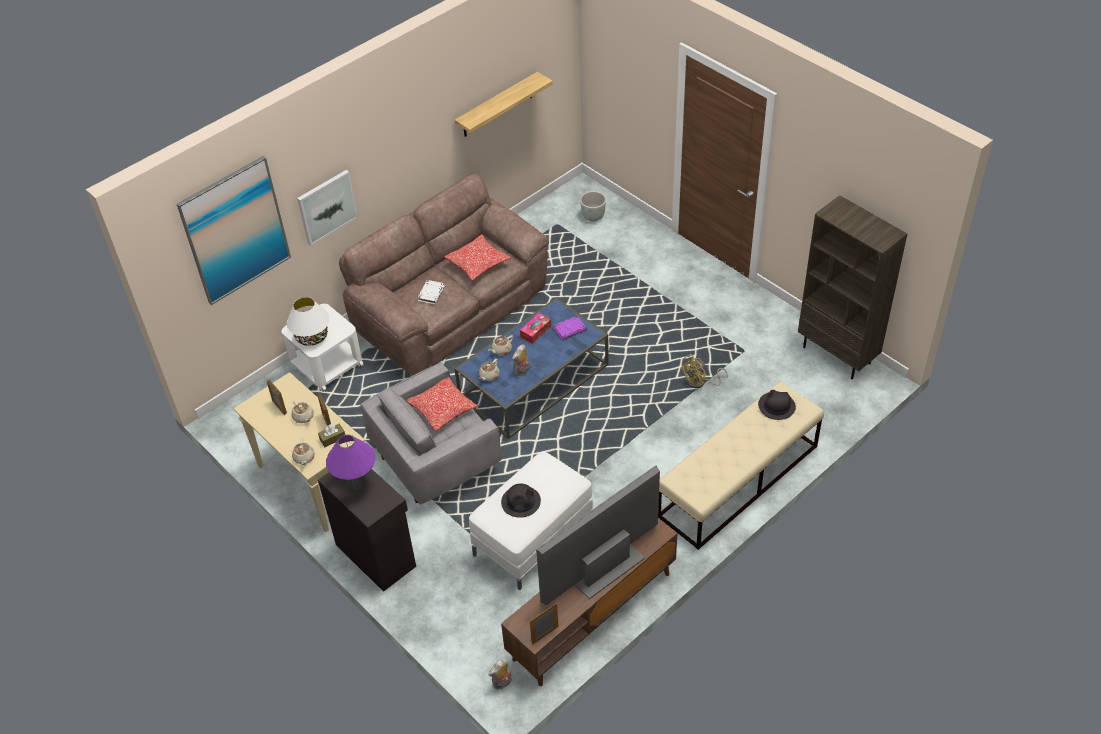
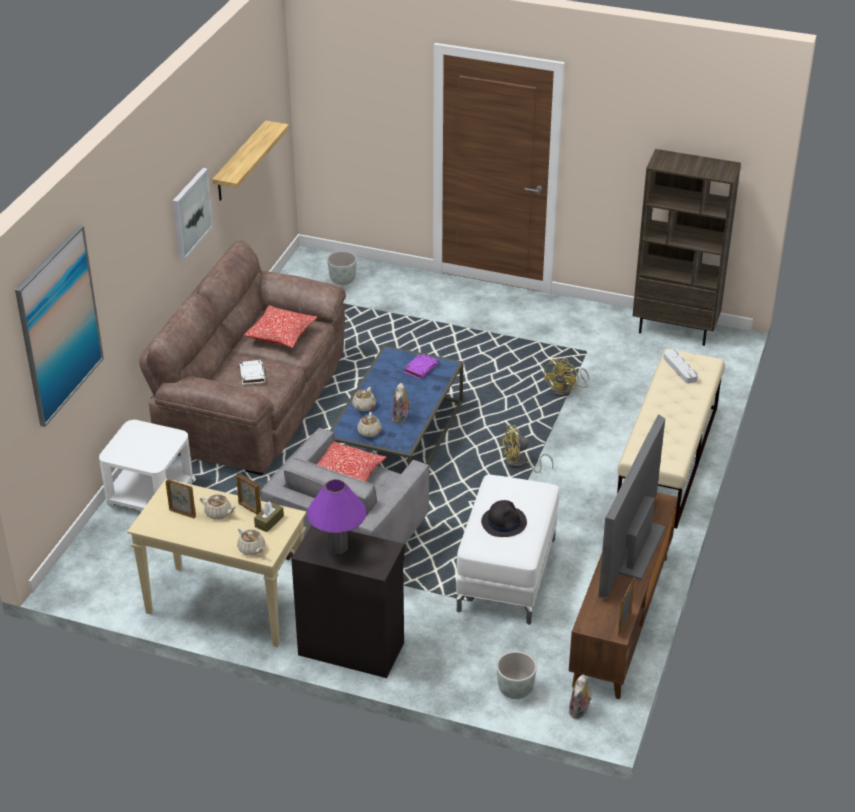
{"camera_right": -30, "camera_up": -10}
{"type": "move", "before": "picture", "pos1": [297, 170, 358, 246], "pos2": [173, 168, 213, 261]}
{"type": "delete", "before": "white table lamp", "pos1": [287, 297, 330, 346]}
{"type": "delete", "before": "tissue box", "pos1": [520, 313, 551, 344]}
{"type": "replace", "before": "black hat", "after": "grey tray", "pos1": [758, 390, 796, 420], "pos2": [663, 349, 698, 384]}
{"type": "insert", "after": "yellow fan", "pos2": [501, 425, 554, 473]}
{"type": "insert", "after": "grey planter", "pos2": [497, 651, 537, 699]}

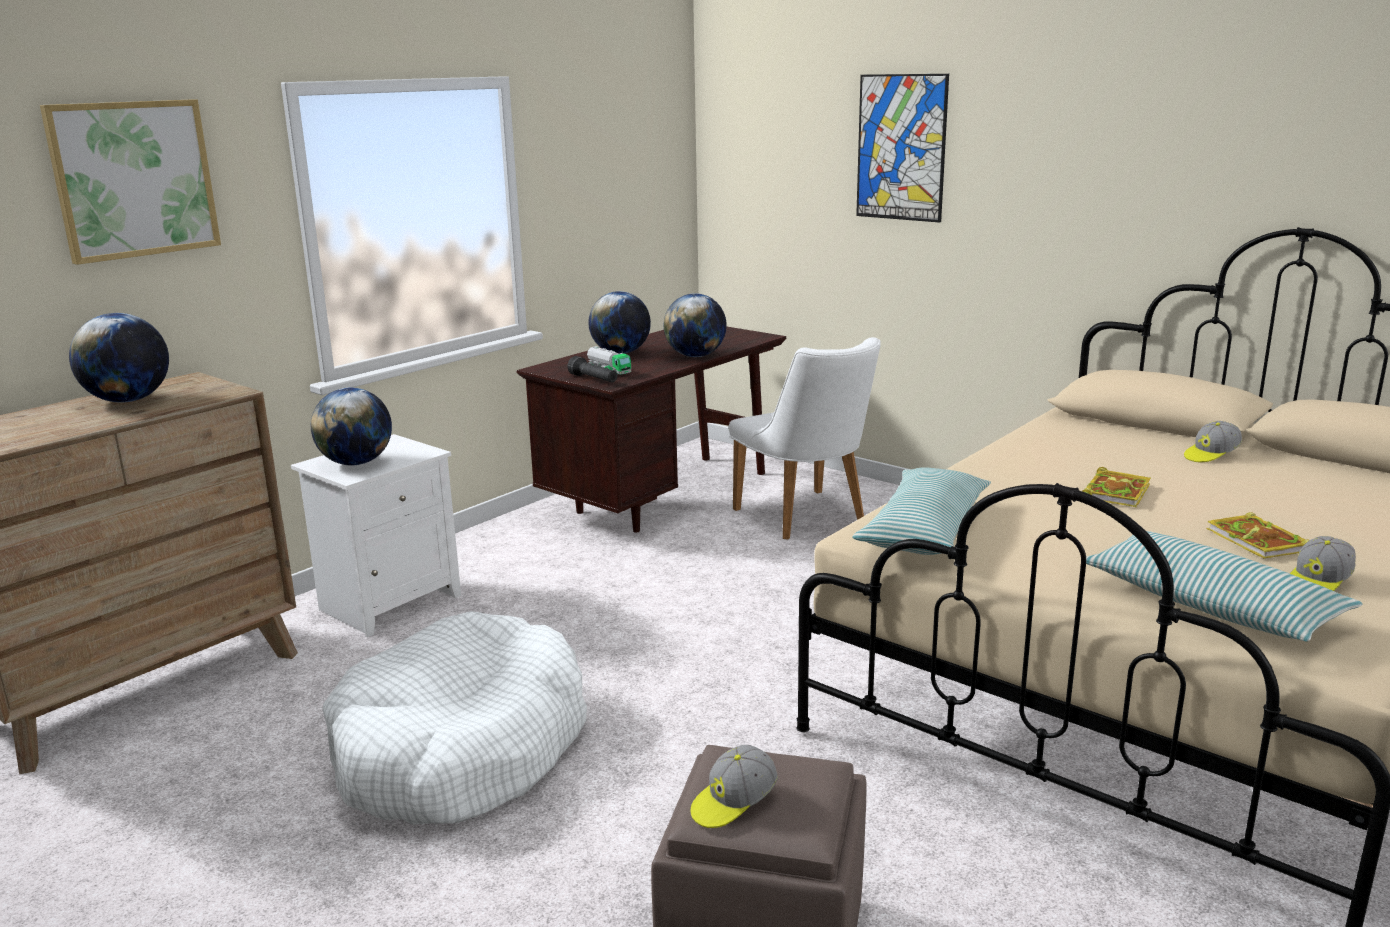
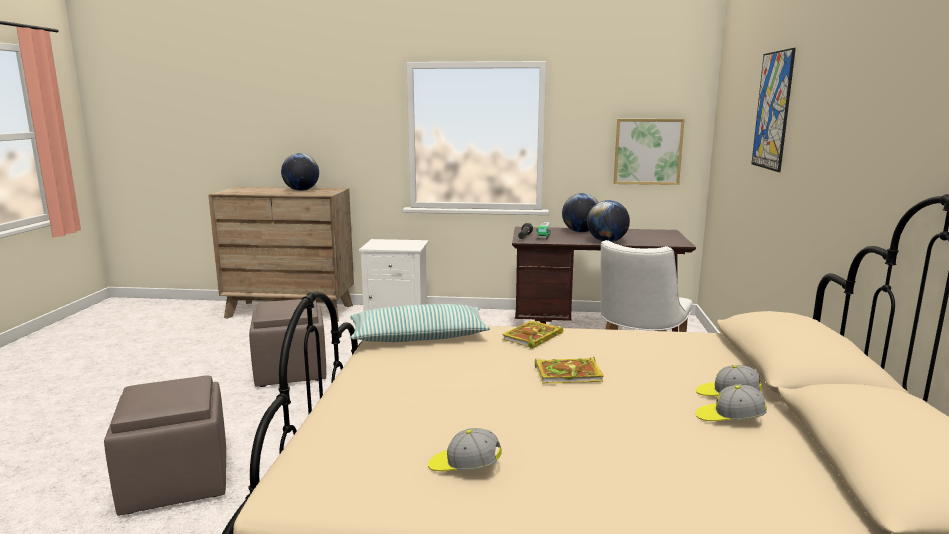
{"camera_right": 55, "camera_up": -5}
{"type": "move", "before": "picture", "pos1": [40, 99, 221, 265], "pos2": [614, 119, 685, 185]}
{"type": "delete", "before": "globe", "pos1": [311, 387, 392, 465]}
{"type": "move", "before": "book", "pos1": [1206, 512, 1309, 558], "pos2": [502, 320, 564, 349]}
{"type": "delete", "before": "pillow", "pos1": [1086, 531, 1362, 641]}
{"type": "replace", "before": "white dog bed", "after": "brown ottoman", "pos1": [323, 611, 587, 825], "pos2": [249, 299, 326, 387]}
{"type": "move", "before": "cap", "pos1": [691, 745, 778, 828], "pos2": [696, 385, 767, 421]}

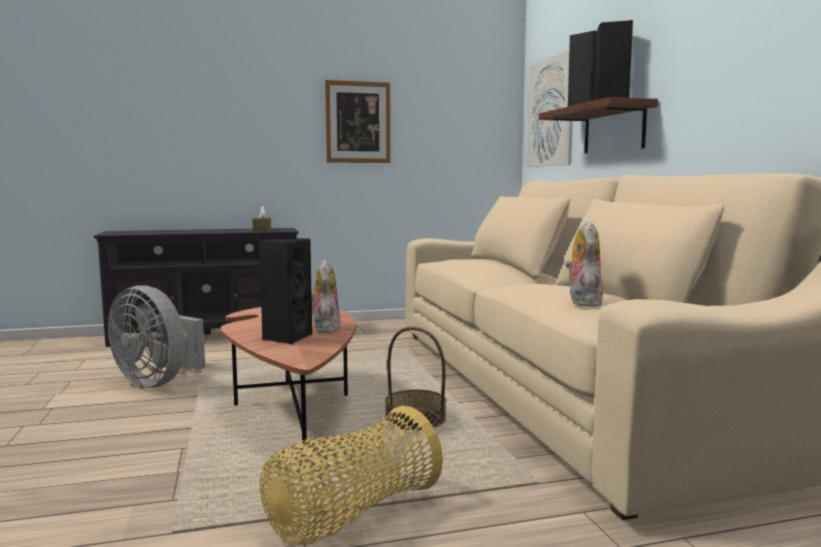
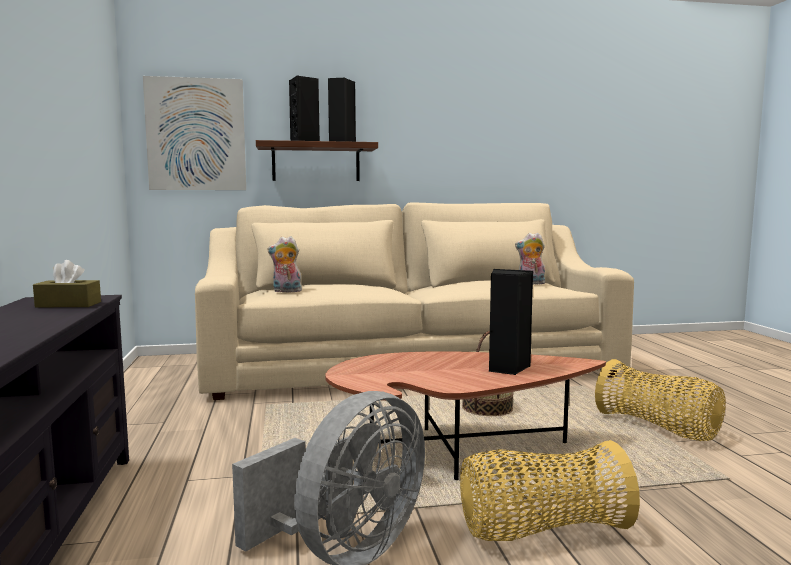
{"camera_right": -85, "camera_up": 0}
{"type": "delete", "before": "picture", "pos1": [325, 80, 390, 163]}
{"type": "move", "before": "plush toy", "pos1": [311, 260, 340, 332], "pos2": [267, 236, 302, 292]}
{"type": "insert", "after": "basket", "pos2": [460, 440, 640, 541]}

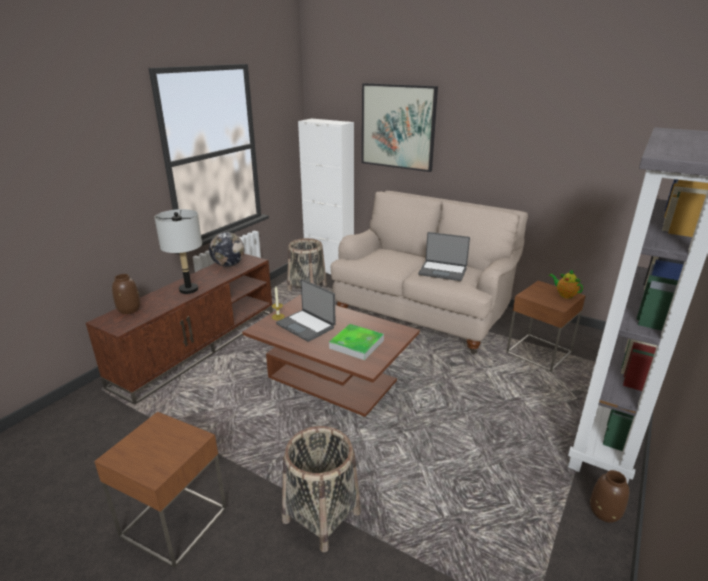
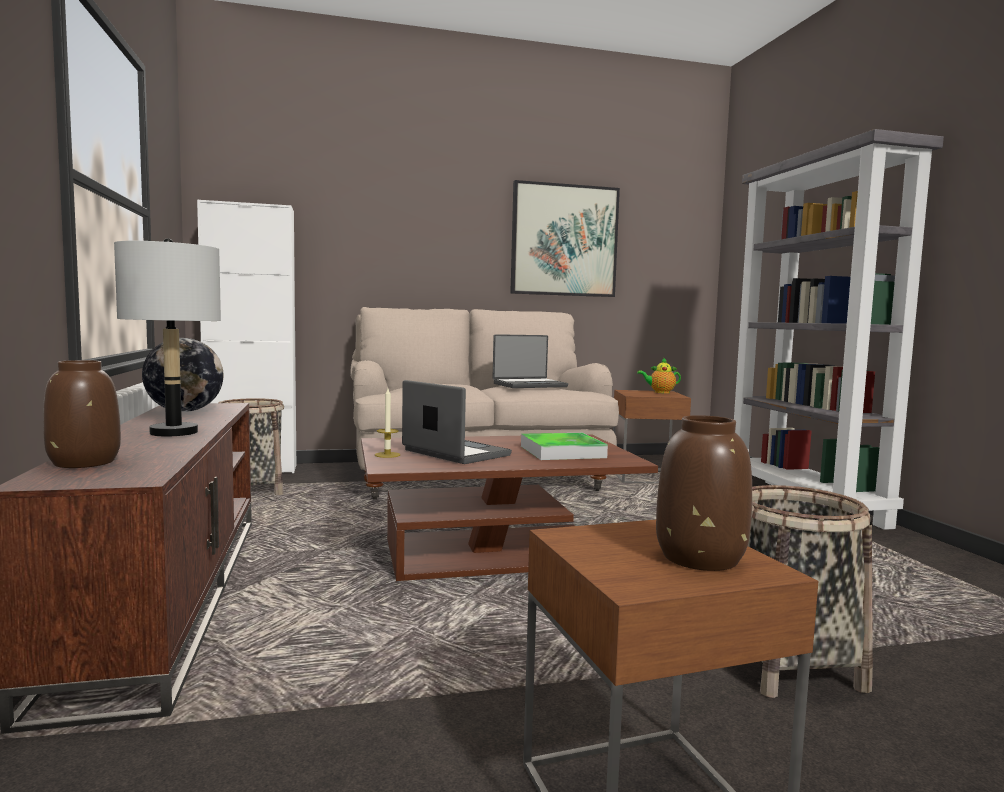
{"camera_right": -45, "camera_up": -20}
{"type": "move", "before": "picture", "pos1": [362, 83, 438, 172], "pos2": [510, 180, 620, 297]}
{"type": "rotate", "before": "laptop", "pos1": [276, 279, 336, 342], "pos2": [402, 380, 512, 464], "turn": -135}
{"type": "move", "before": "brown vase", "pos1": [590, 470, 629, 523], "pos2": [656, 415, 752, 571]}

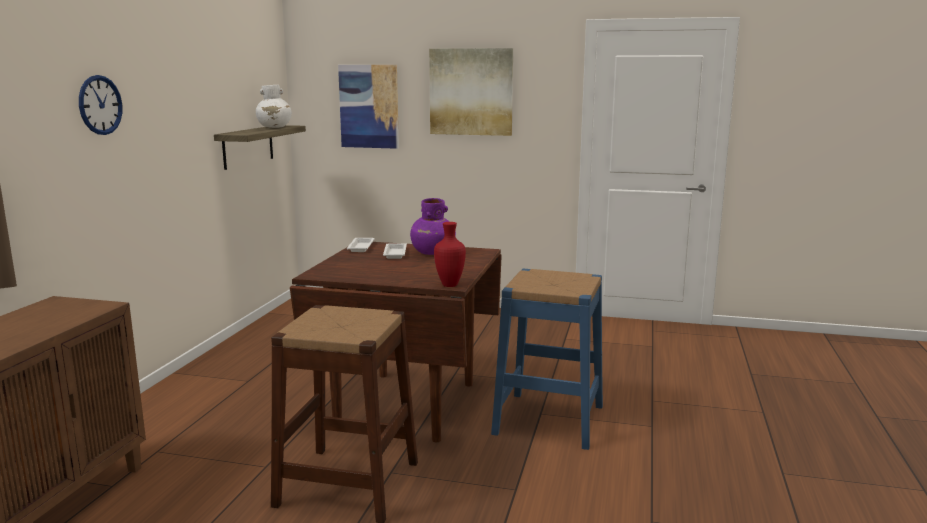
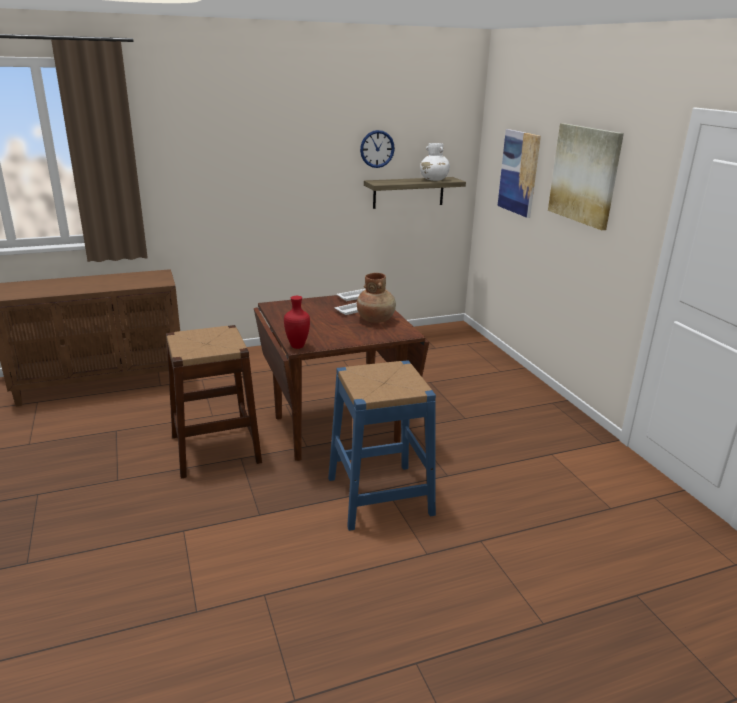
{"camera_right": 55, "camera_up": 10}
{"type": "move", "before": "wall clock", "pos1": [79, 75, 122, 135], "pos2": [360, 130, 395, 168]}
{"type": "recolor", "before": "purple vase", "after": "brown vase", "pos1": [410, 198, 456, 255], "pos2": [357, 273, 396, 323]}

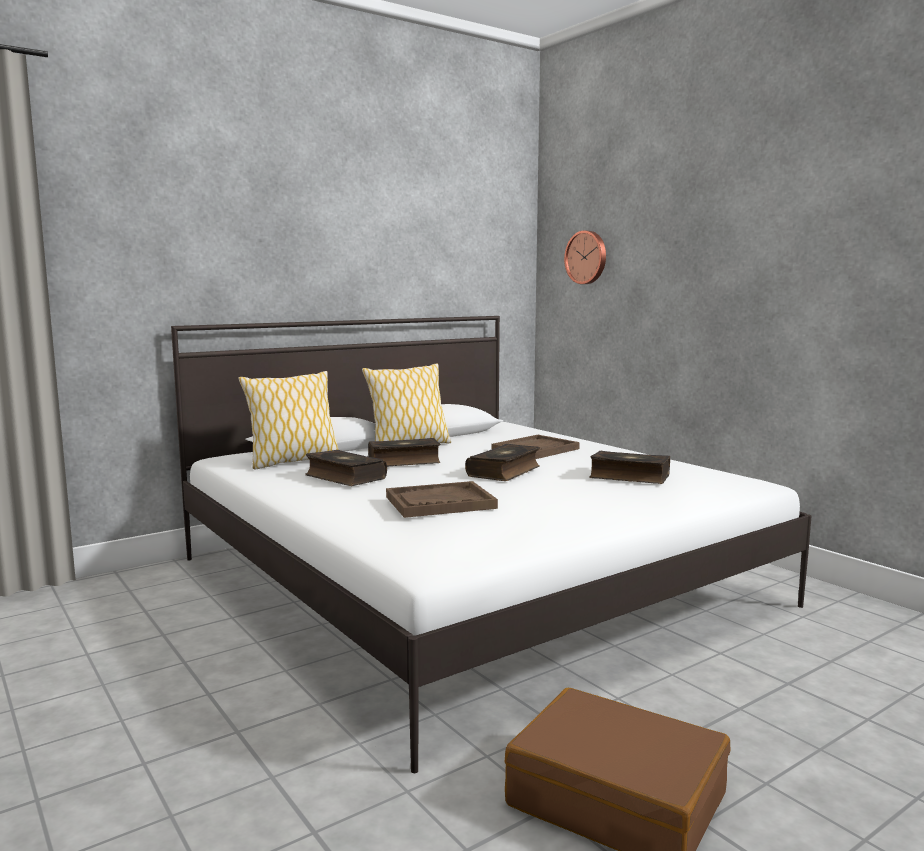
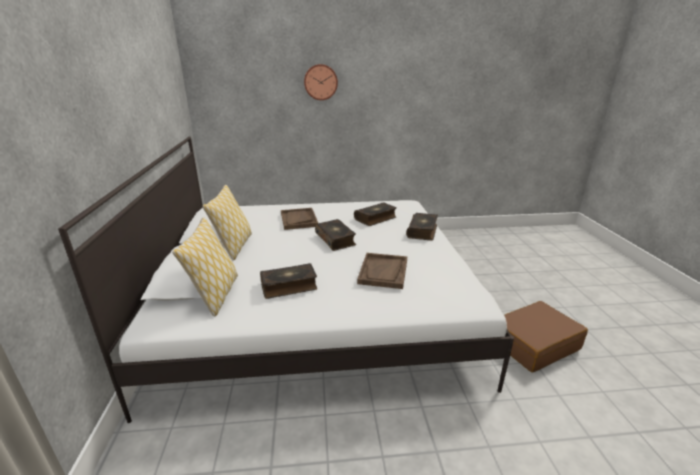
{"camera_right": -60, "camera_up": 15}
{"type": "move", "before": "wall clock", "pos1": [564, 231, 606, 284], "pos2": [304, 64, 338, 100]}
{"type": "move", "before": "book", "pos1": [368, 438, 441, 467], "pos2": [406, 213, 438, 241]}

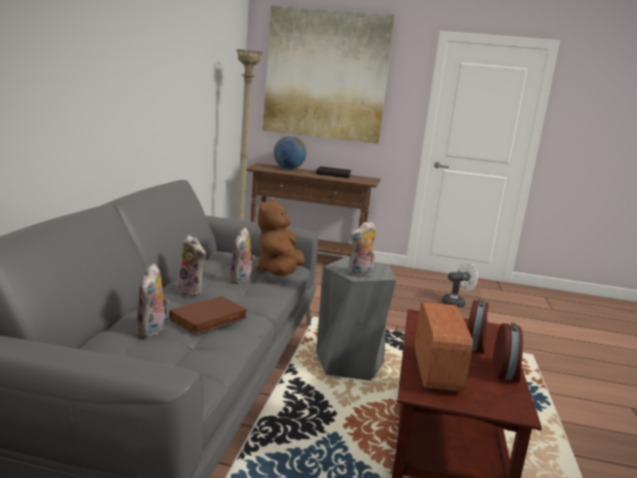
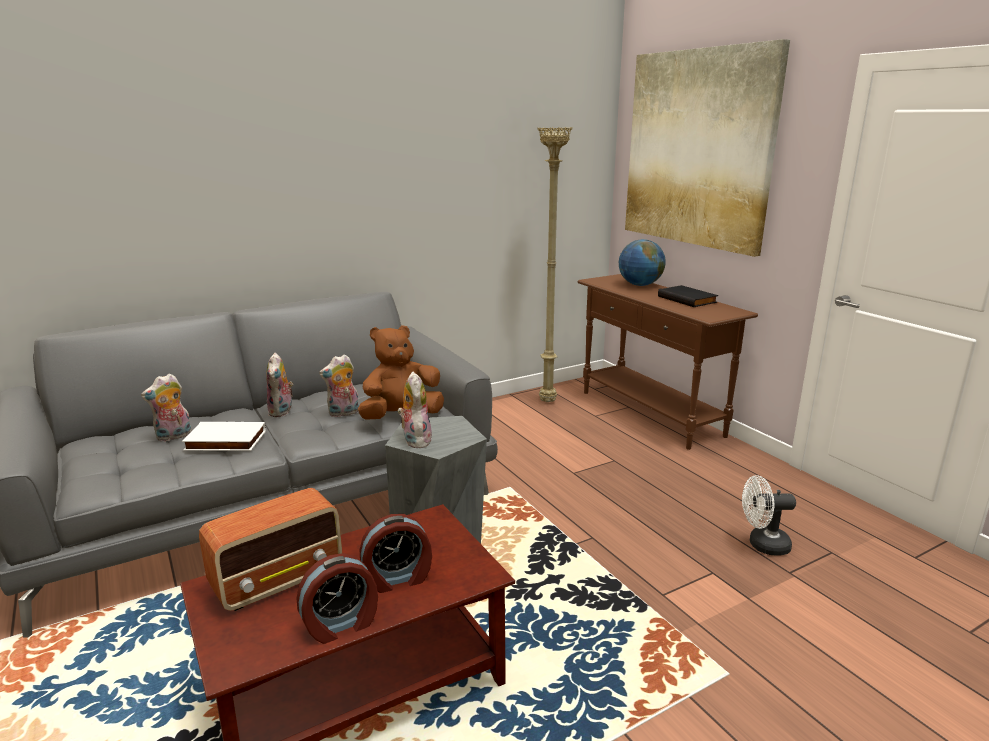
{"camera_right": 50, "camera_up": 5}
{"type": "rotate", "before": "plush toy", "pos1": [348, 221, 376, 277], "pos2": [397, 372, 432, 448], "turn": 60}
{"type": "rotate", "before": "white fan", "pos1": [442, 262, 478, 307], "pos2": [742, 475, 796, 556], "turn": 150}
{"type": "recolor", "before": "brown book", "after": "white book", "pos1": [169, 296, 248, 335], "pos2": [182, 422, 266, 451]}

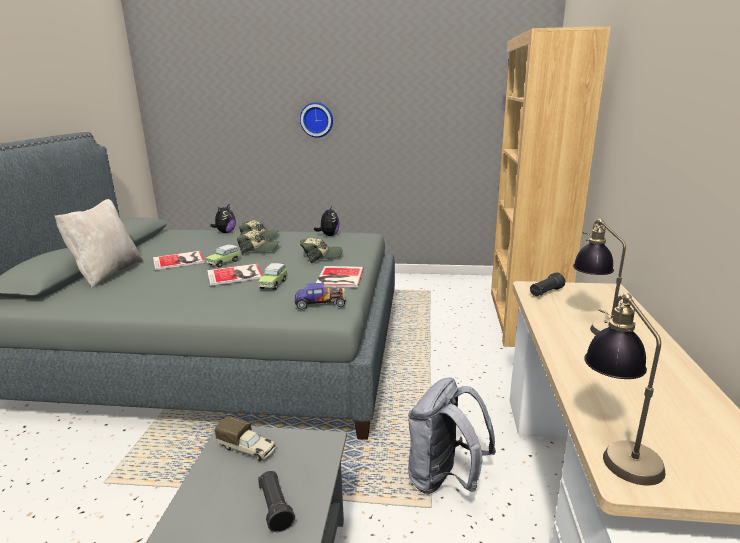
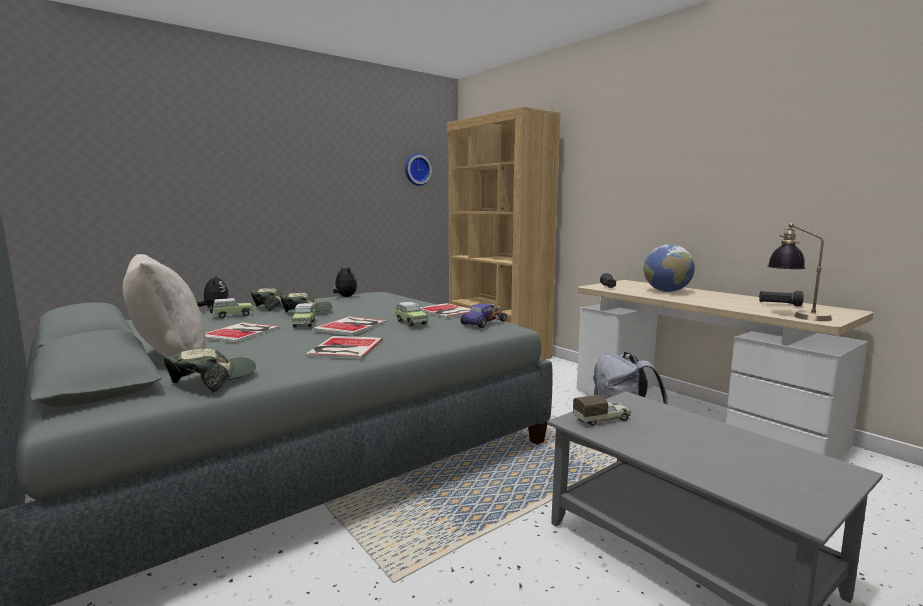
{"camera_right": -45, "camera_up": -10}
{"type": "move", "before": "wall clock", "pos1": [300, 102, 333, 138], "pos2": [405, 154, 432, 186]}
{"type": "replace", "before": "table lamp", "after": "globe", "pos1": [573, 219, 626, 335], "pos2": [644, 244, 695, 292]}
{"type": "move", "before": "cap", "pos1": [300, 238, 342, 263], "pos2": [164, 349, 256, 393]}
{"type": "move", "before": "black flashlight", "pos1": [258, 471, 295, 532], "pos2": [759, 291, 804, 306]}
{"type": "insert", "after": "toy car", "pos2": [210, 298, 253, 319]}
{"type": "insert", "after": "book", "pos2": [306, 336, 383, 359]}

